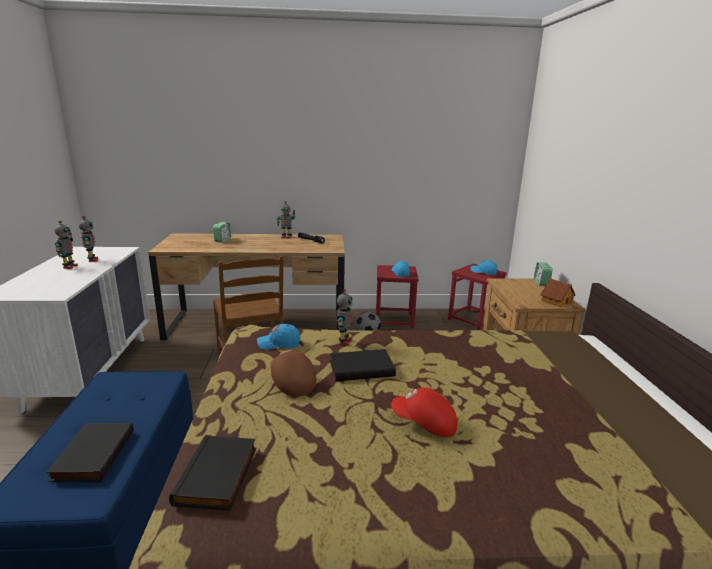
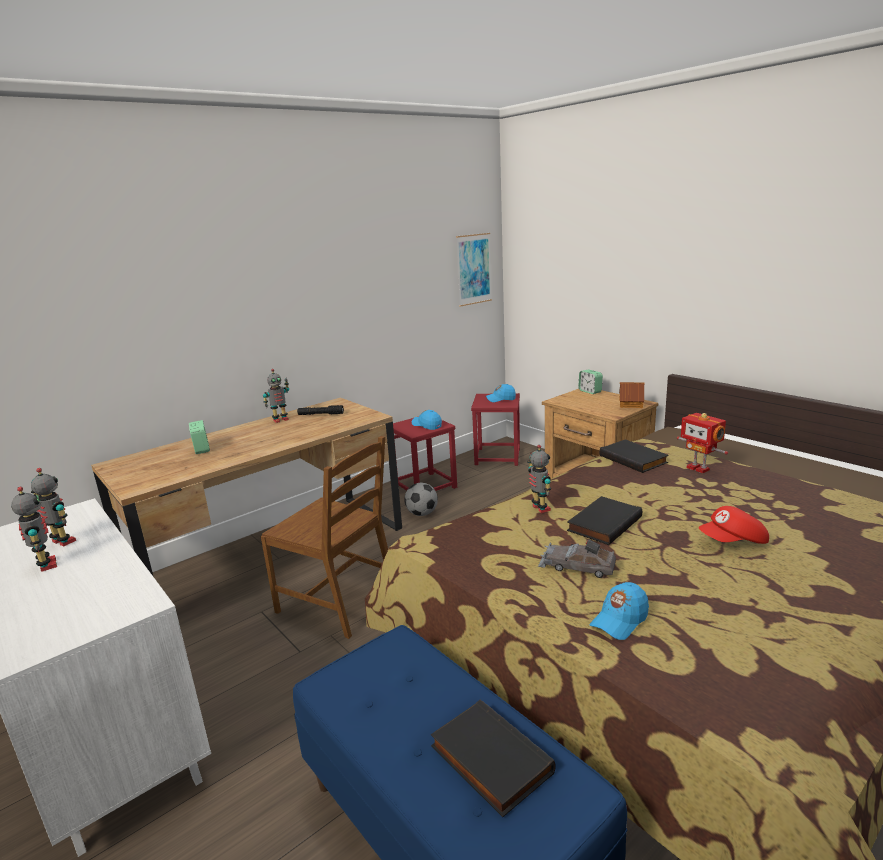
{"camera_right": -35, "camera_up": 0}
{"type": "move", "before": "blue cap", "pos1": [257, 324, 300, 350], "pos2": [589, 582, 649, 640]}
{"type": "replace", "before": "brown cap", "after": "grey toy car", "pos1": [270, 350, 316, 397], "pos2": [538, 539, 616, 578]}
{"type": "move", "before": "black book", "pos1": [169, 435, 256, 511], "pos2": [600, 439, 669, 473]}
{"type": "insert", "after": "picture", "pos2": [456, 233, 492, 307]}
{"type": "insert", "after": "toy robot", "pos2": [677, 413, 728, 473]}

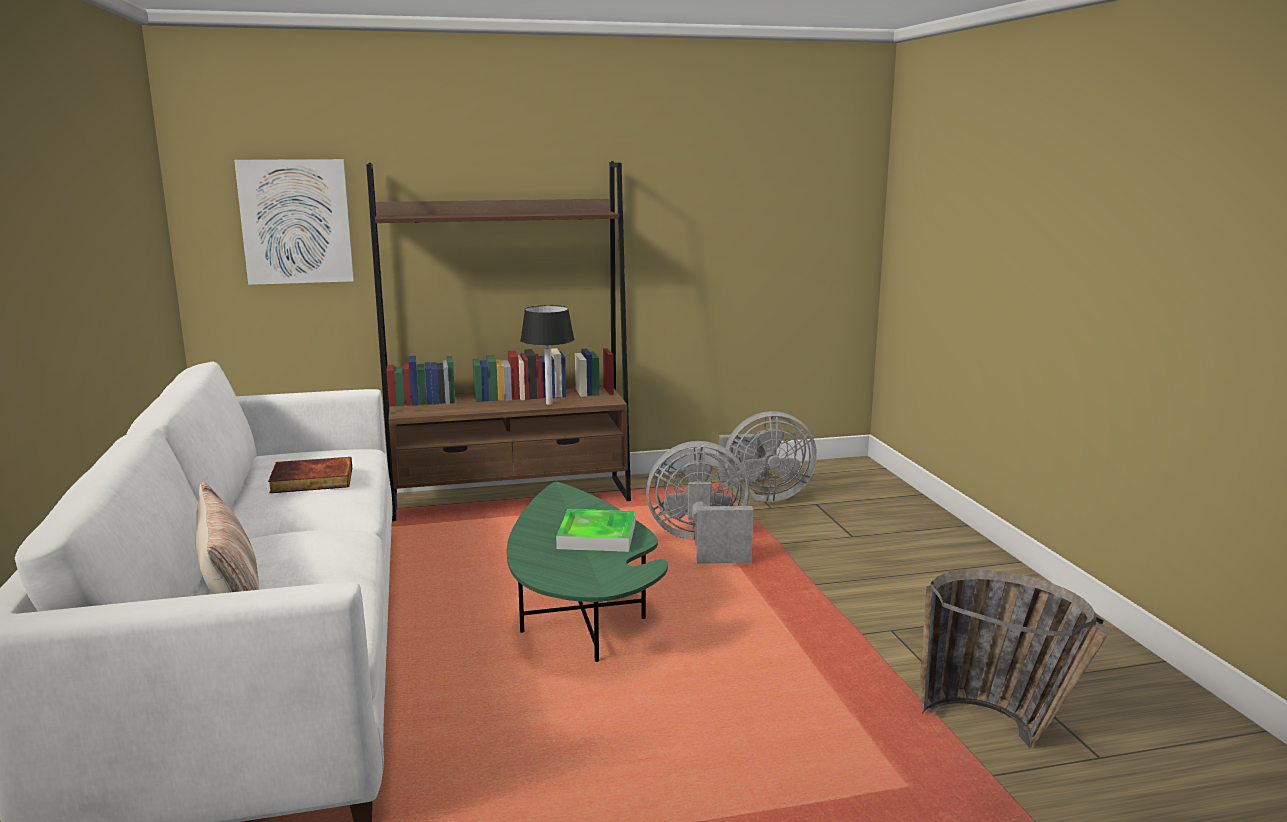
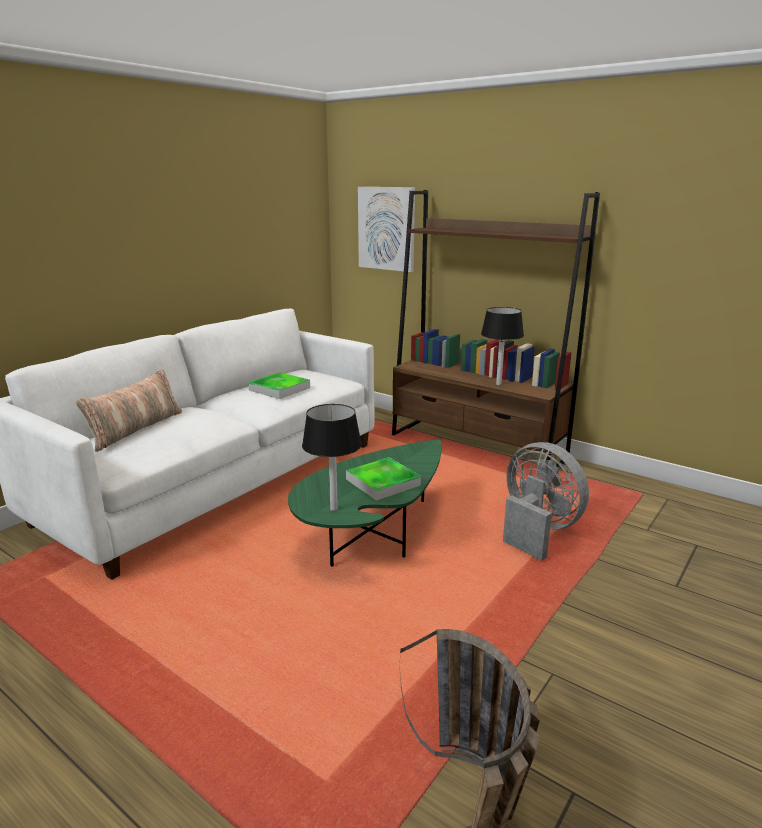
{"camera_right": 50, "camera_up": 5}
{"type": "delete", "before": "grey fan", "pos1": [718, 411, 817, 502]}
{"type": "replace", "before": "book", "after": "tray", "pos1": [268, 457, 352, 493], "pos2": [248, 372, 310, 399]}
{"type": "insert", "after": "black table lamp", "pos2": [302, 404, 362, 511]}

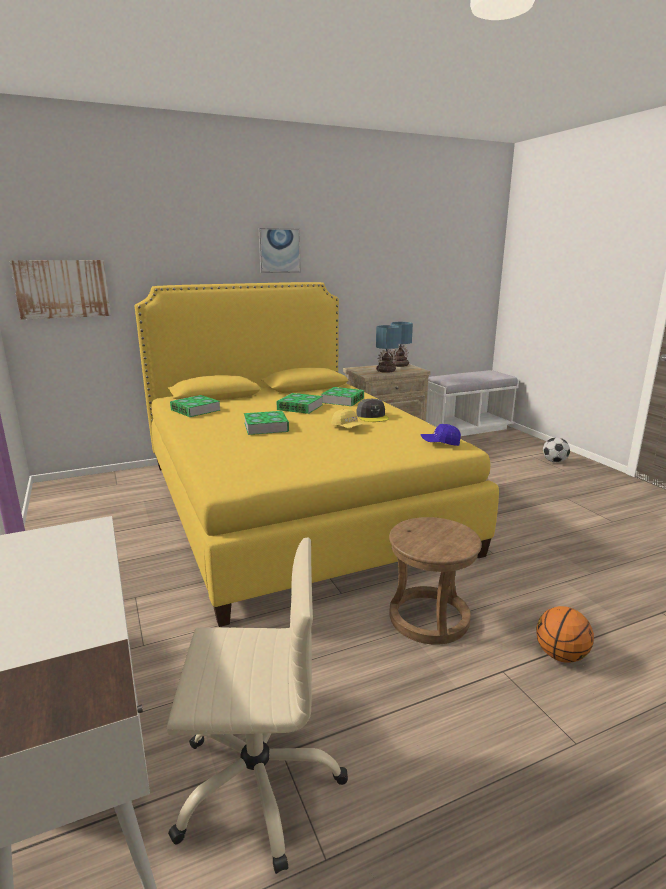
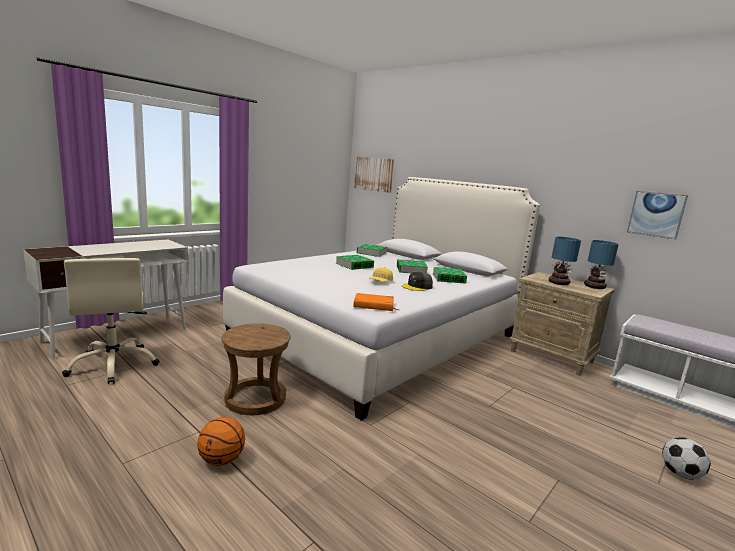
{"camera_right": 65, "camera_up": -5}
{"type": "move", "before": "picture", "pos1": [259, 228, 301, 273], "pos2": [627, 191, 688, 239]}
{"type": "recolor", "before": "yellow bed", "after": "white bed", "pos1": [135, 282, 499, 627], "pos2": [223, 177, 540, 421]}
{"type": "replace", "before": "blue cap", "after": "orange book", "pos1": [420, 424, 461, 446], "pos2": [353, 293, 398, 311]}

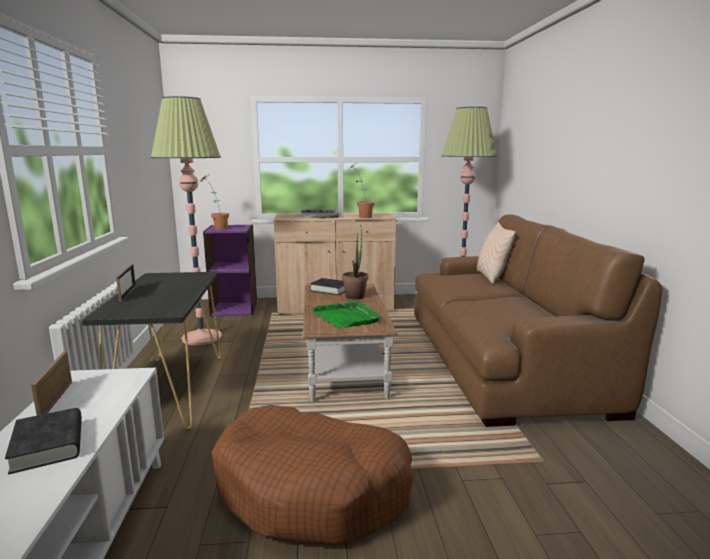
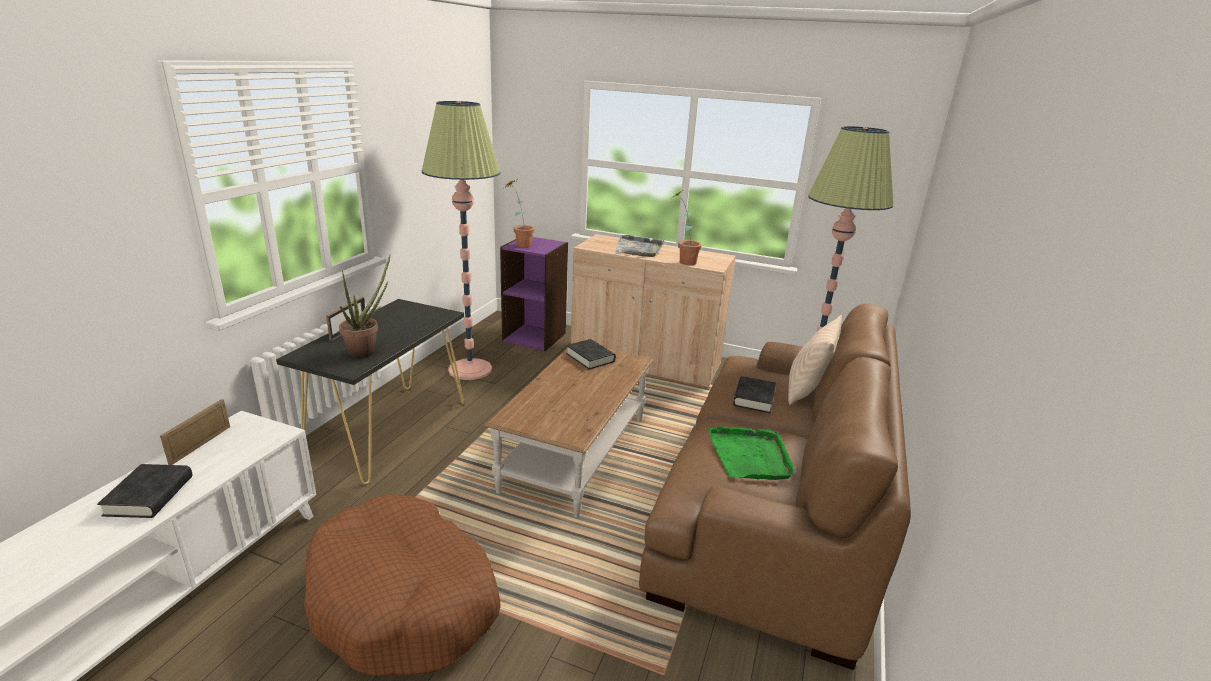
{"camera_right": 25, "camera_up": 10}
{"type": "move", "before": "potted plant", "pos1": [342, 224, 368, 300], "pos2": [339, 255, 390, 358]}
{"type": "move", "before": "green tray", "pos1": [311, 301, 381, 328], "pos2": [708, 426, 796, 480]}
{"type": "insert", "after": "black book", "pos2": [733, 376, 776, 413]}

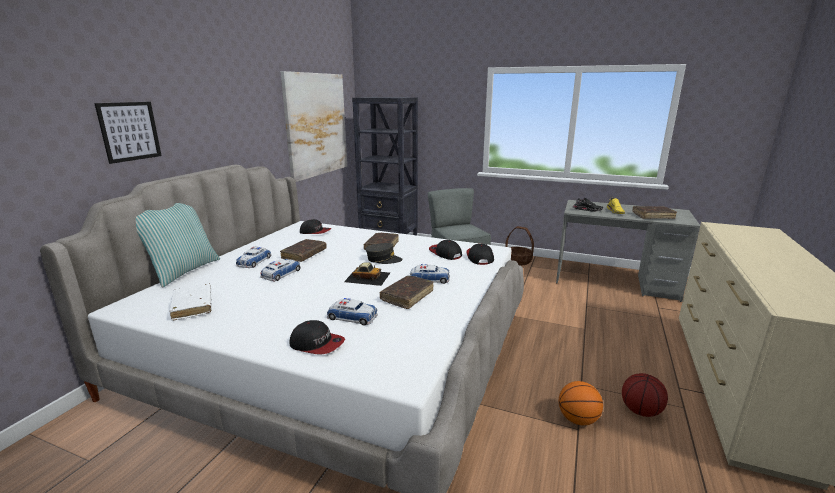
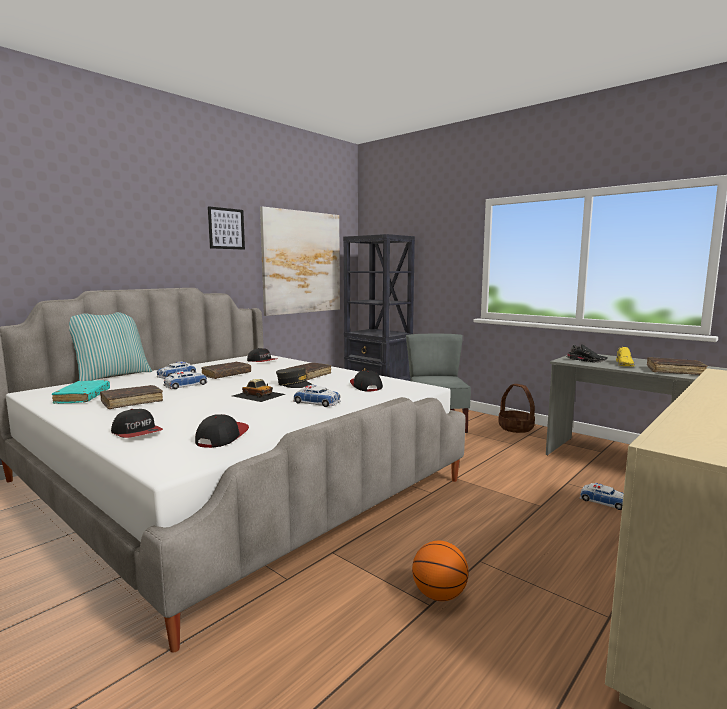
{"camera_right": 20, "camera_up": -10}
{"type": "move", "before": "picture", "pos1": [94, 102, 162, 164], "pos2": [208, 206, 245, 250]}
{"type": "move", "before": "cap", "pos1": [466, 244, 494, 265], "pos2": [195, 414, 249, 448]}
{"type": "move", "before": "brown book", "pos1": [380, 276, 434, 309], "pos2": [100, 385, 163, 409]}
{"type": "recolor", "before": "white book", "after": "turquoise book", "pos1": [170, 283, 212, 321], "pos2": [52, 380, 110, 404]}
{"type": "move", "before": "toy car", "pos1": [327, 298, 378, 325], "pos2": [580, 483, 624, 510]}
{"type": "delete", "before": "basketball", "pos1": [622, 373, 668, 417]}

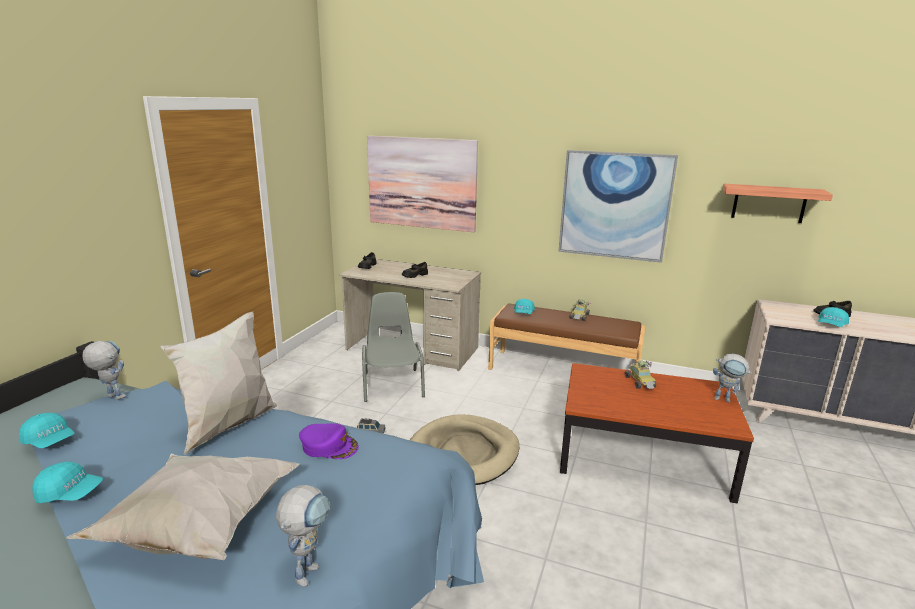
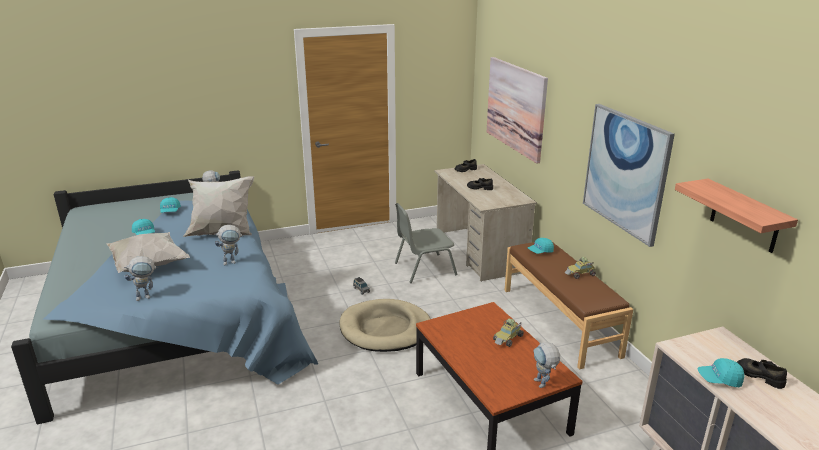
{"camera_right": 50, "camera_up": 5}
{"type": "rotate", "before": "grey chair", "pos1": [362, 292, 425, 402], "pos2": [395, 203, 458, 283], "turn": -150}
{"type": "replace", "before": "purple cap", "after": "toy robot", "pos1": [299, 423, 359, 459], "pos2": [214, 225, 244, 266]}

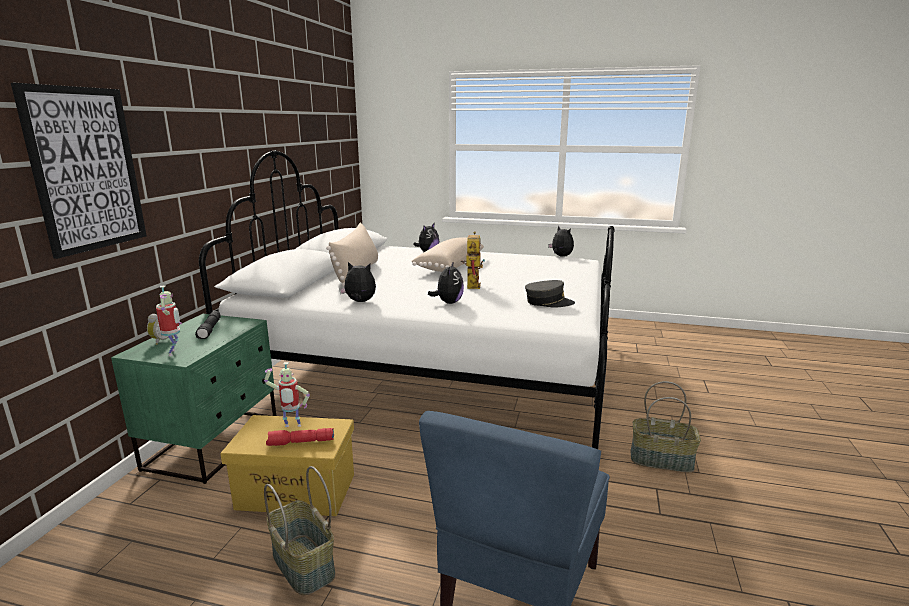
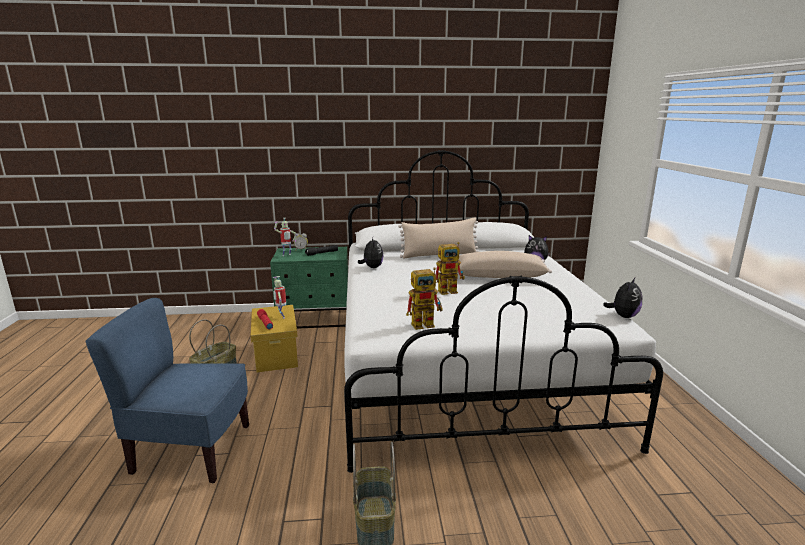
{"camera_right": 70, "camera_up": 0}
{"type": "delete", "before": "picture", "pos1": [11, 83, 147, 259]}
{"type": "delete", "before": "plush toy", "pos1": [428, 261, 464, 304]}
{"type": "replace", "before": "grey cap", "after": "toy robot", "pos1": [525, 280, 575, 308], "pos2": [406, 267, 443, 330]}

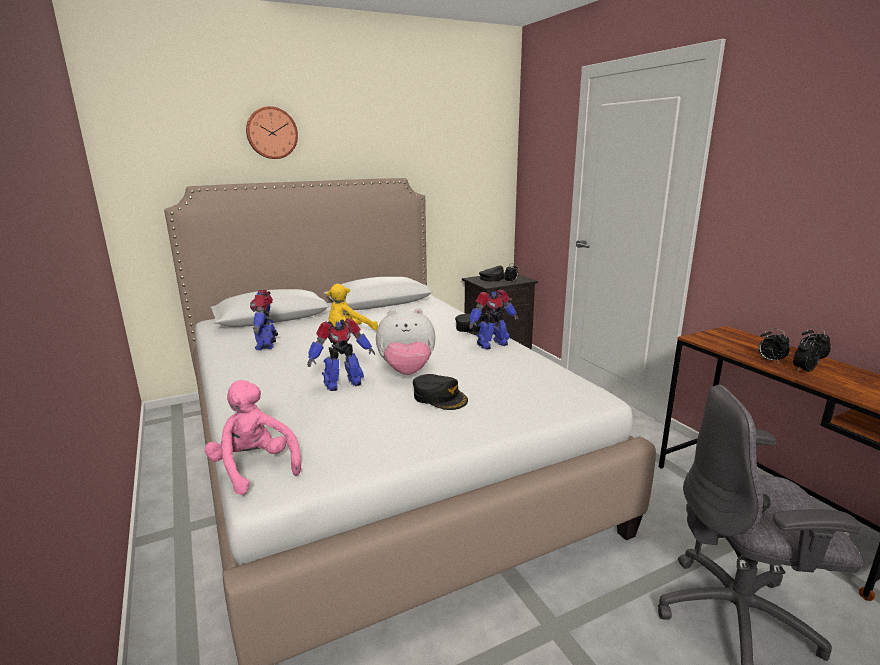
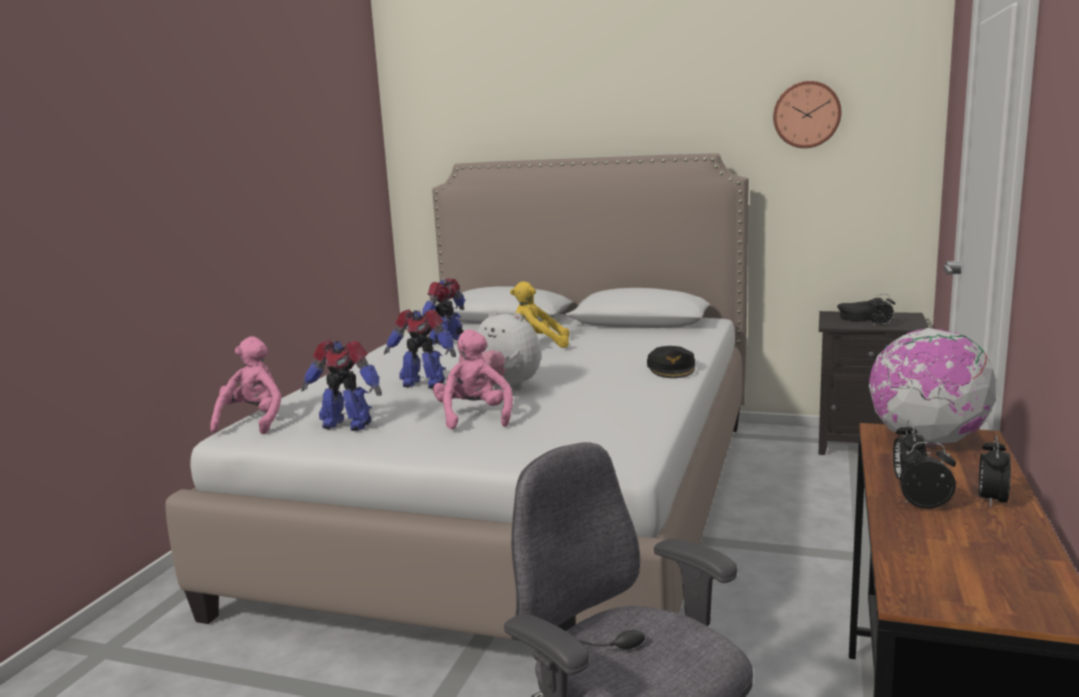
{"camera_right": 45, "camera_up": -5}
{"type": "move", "before": "wall clock", "pos1": [246, 106, 298, 159], "pos2": [773, 81, 841, 148]}
{"type": "move", "before": "toy robot", "pos1": [469, 289, 519, 349], "pos2": [301, 340, 382, 431]}
{"type": "replace", "before": "black cap", "after": "pink plush toy", "pos1": [413, 374, 468, 410], "pos2": [433, 329, 513, 430]}
{"type": "insert", "after": "globe", "pos2": [869, 328, 996, 445]}

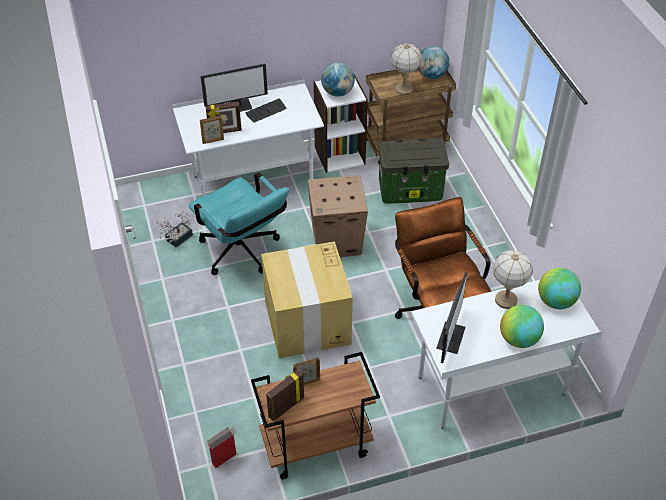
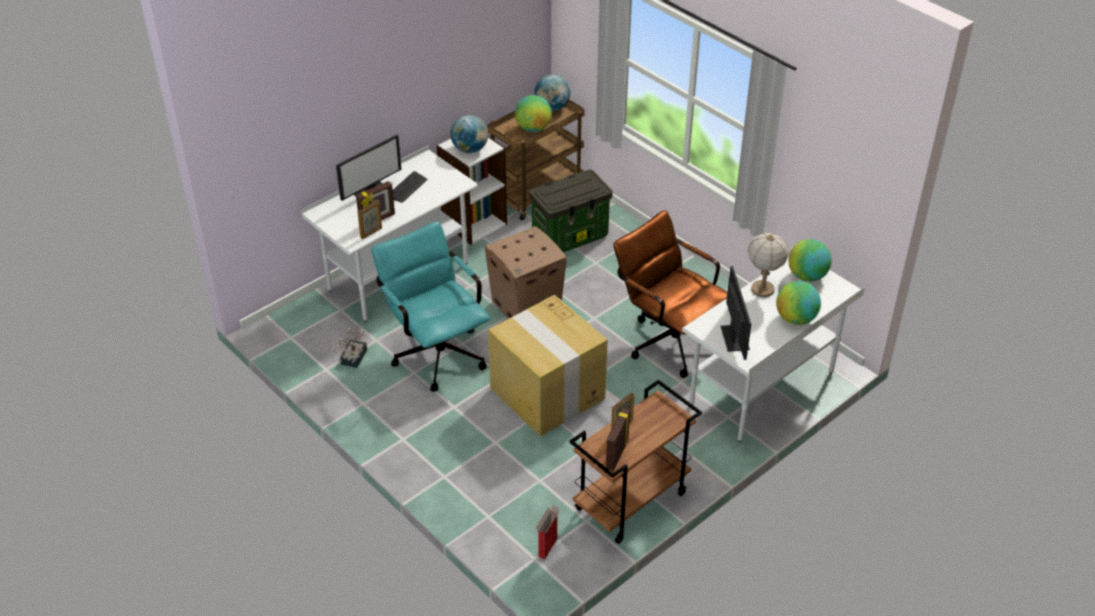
{"camera_right": -25, "camera_up": -5}
{"type": "replace", "before": "table lamp", "after": "globe", "pos1": [390, 43, 422, 94], "pos2": [515, 95, 552, 132]}
{"type": "rotate", "before": "turquoise office chair", "pos1": [189, 172, 289, 275], "pos2": [371, 221, 490, 392], "turn": -150}

